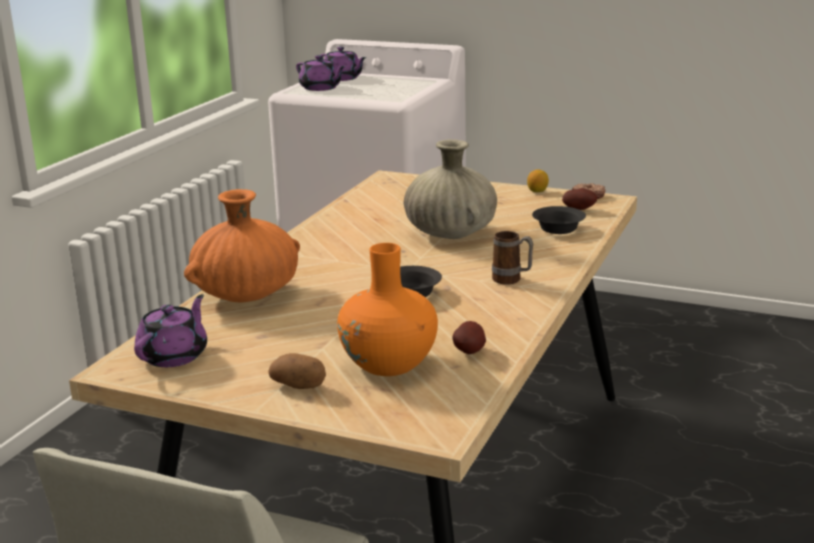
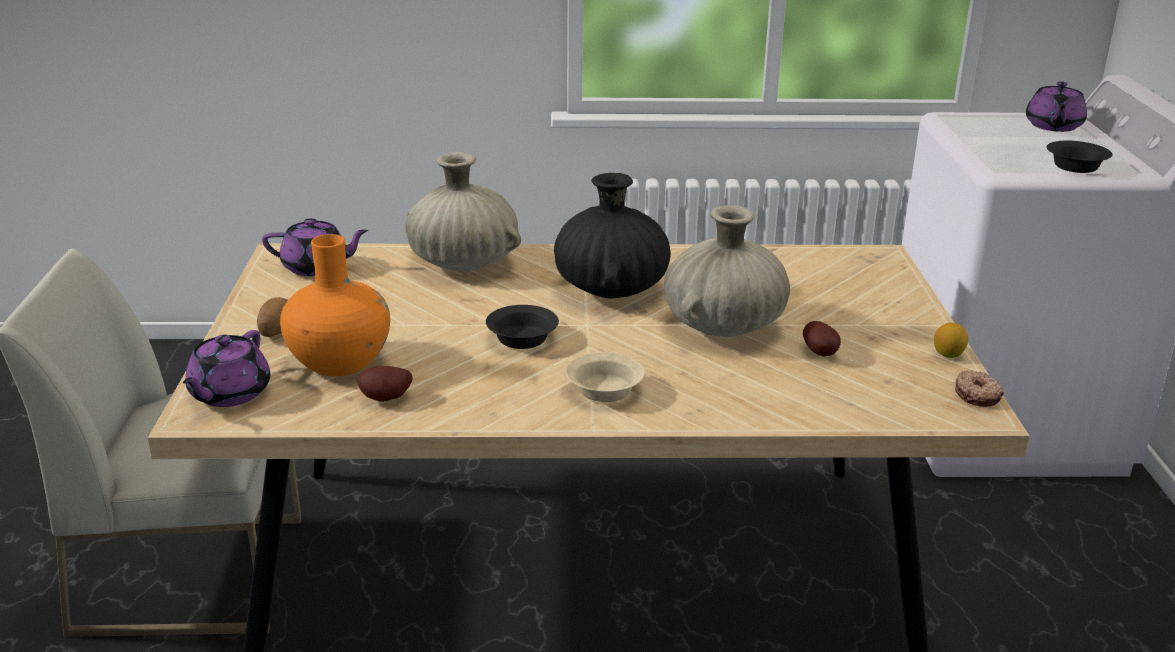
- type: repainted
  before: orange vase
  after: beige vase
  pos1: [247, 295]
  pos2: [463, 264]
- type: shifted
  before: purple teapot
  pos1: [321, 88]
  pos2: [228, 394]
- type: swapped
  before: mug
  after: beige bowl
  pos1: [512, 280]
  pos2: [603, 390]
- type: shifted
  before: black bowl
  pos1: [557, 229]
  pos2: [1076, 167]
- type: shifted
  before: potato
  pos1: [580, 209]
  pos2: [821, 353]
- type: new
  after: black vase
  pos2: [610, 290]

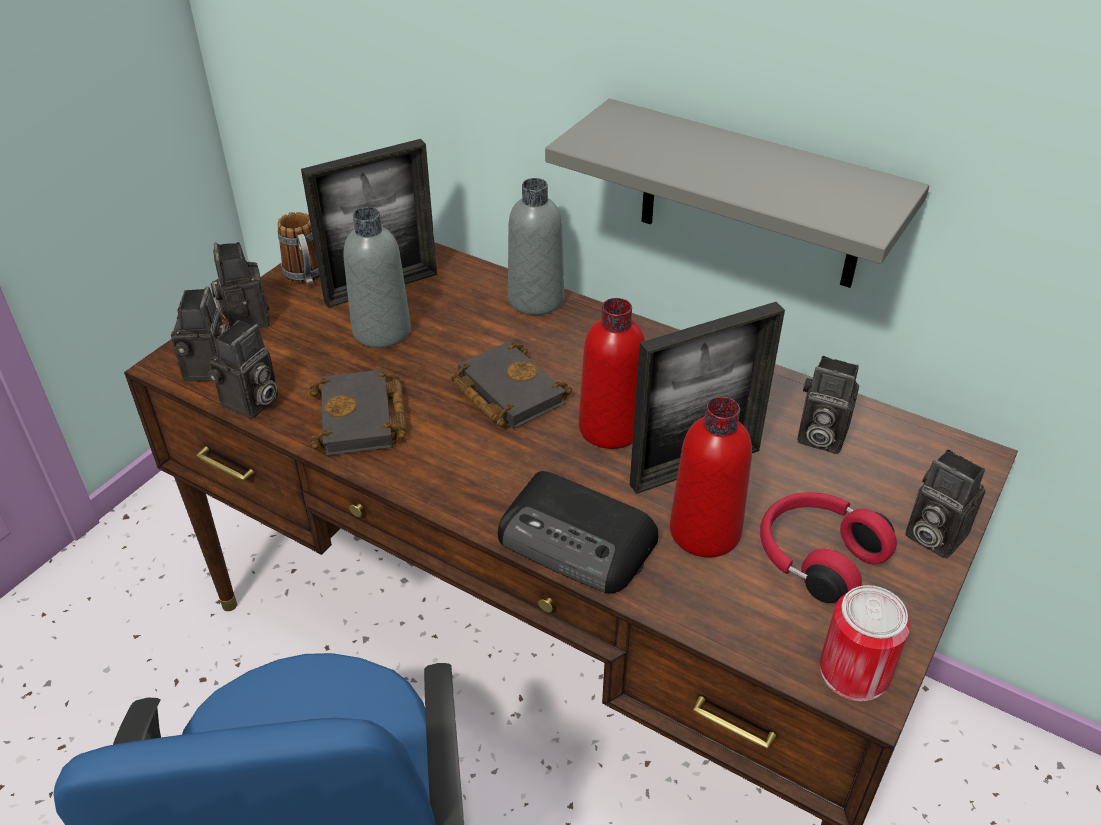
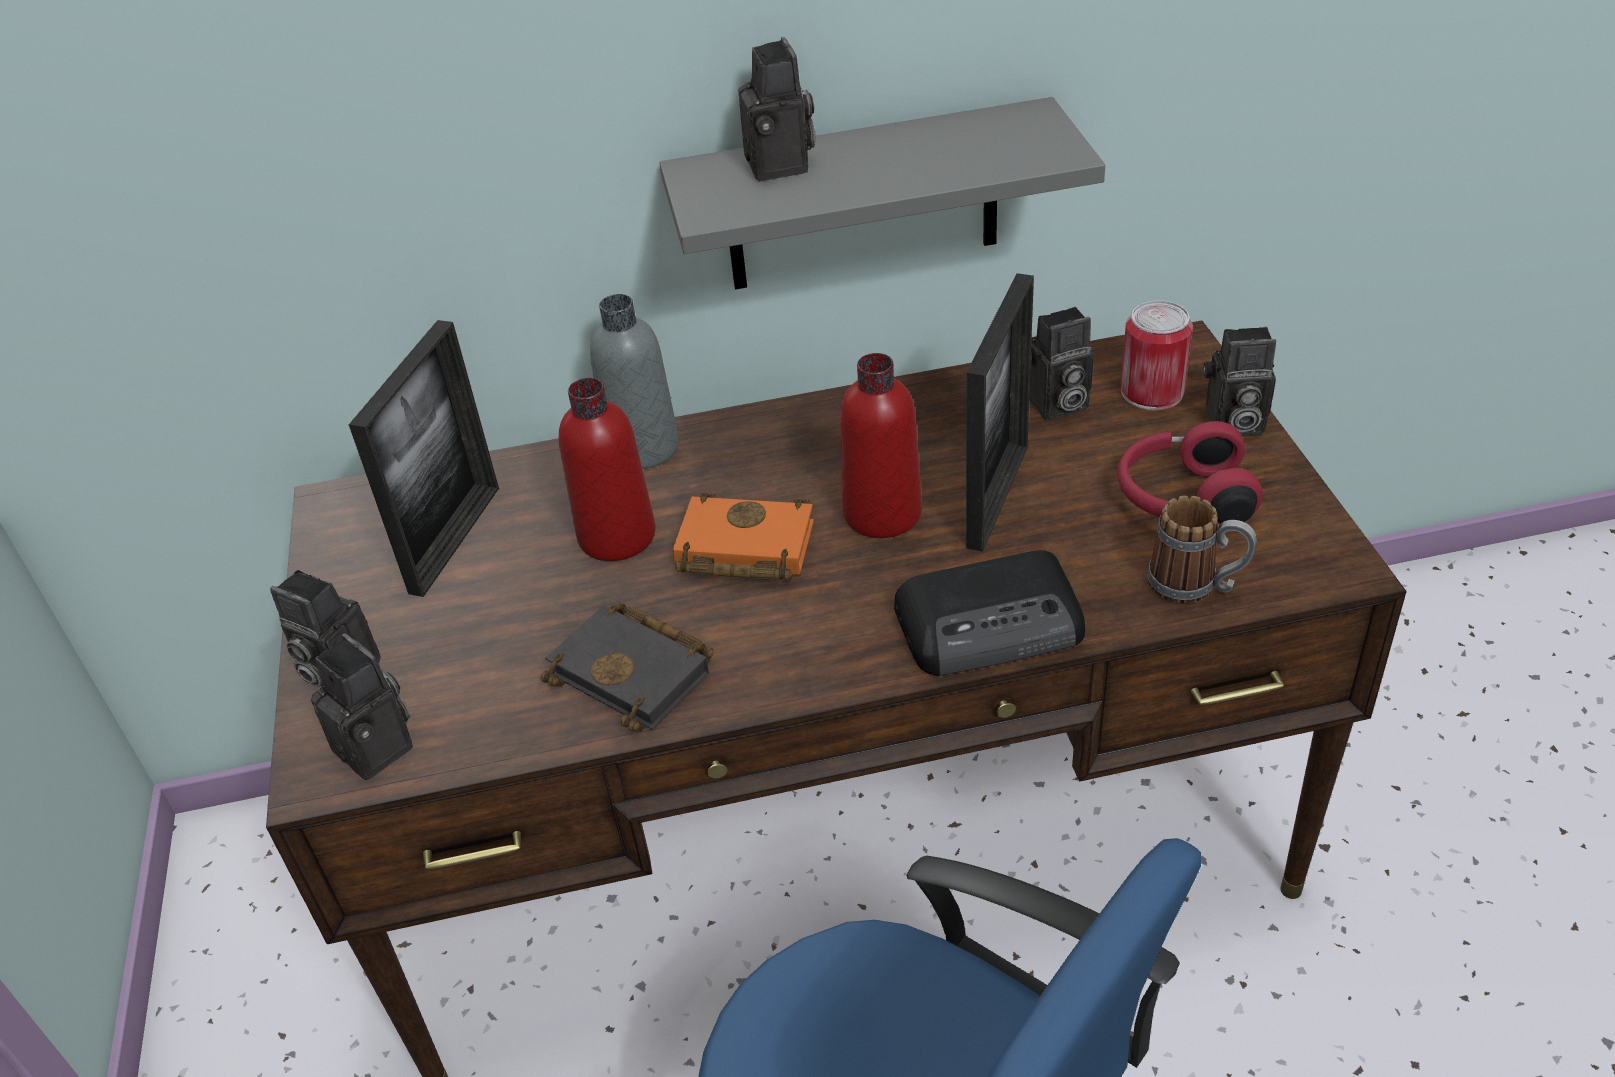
- type: shifted
  before: photo camera
  pos1: [251, 404]
  pos2: [782, 166]
- type: shifted
  before: mug
  pos1: [306, 277]
  pos2: [1196, 586]
- type: gone
  before: grey bottle
  pos1: [381, 331]
- type: repainted
  before: black book
  after: orange book
  pos1: [505, 392]
  pos2: [740, 549]
- type: shifted
  before: red bottle
  pos1: [705, 531]
  pos2: [617, 536]
- type: shifted
  before: can
  pos1: [854, 672]
  pos2: [1152, 392]

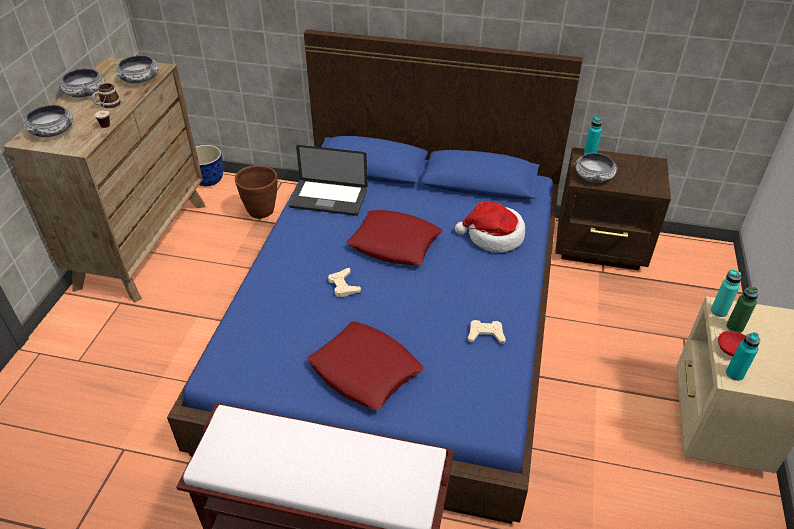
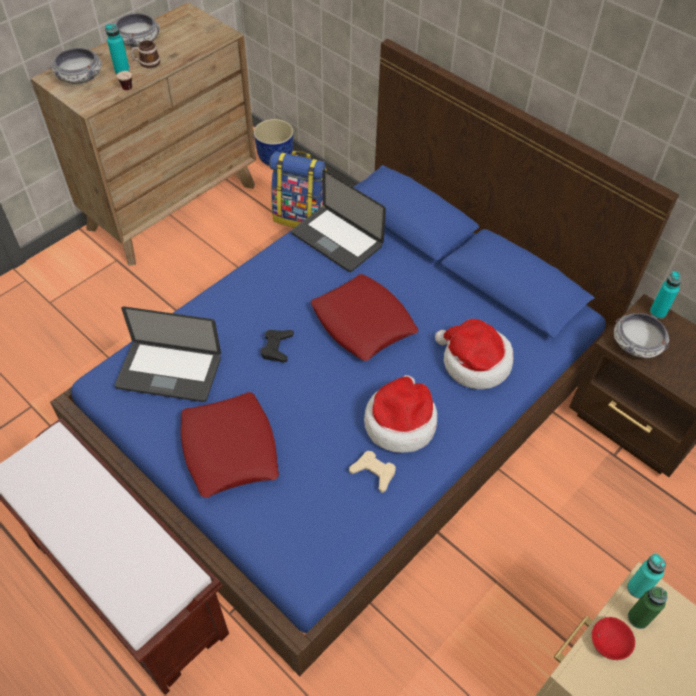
- type: gone
  before: bowl
  pos1: [140, 79]
- type: swapped
  before: brown planter
  after: backpack
  pos1: [261, 212]
  pos2: [301, 217]
- type: repainted
  before: beige game controller
  after: black game controller
  pos1: [343, 286]
  pos2: [277, 347]
- type: shifted
  before: turquoise bottle
  pos1: [734, 374]
  pos2: [122, 71]
- type: new
  after: laptop
  pos2: [169, 372]
- type: new
  after: hat
  pos2: [400, 422]

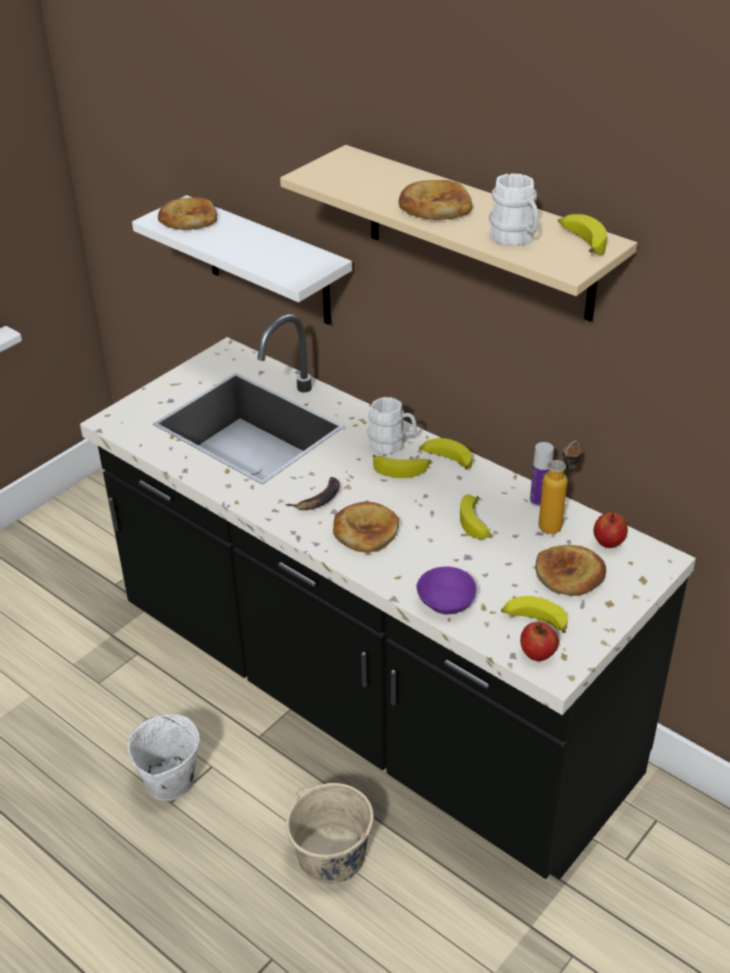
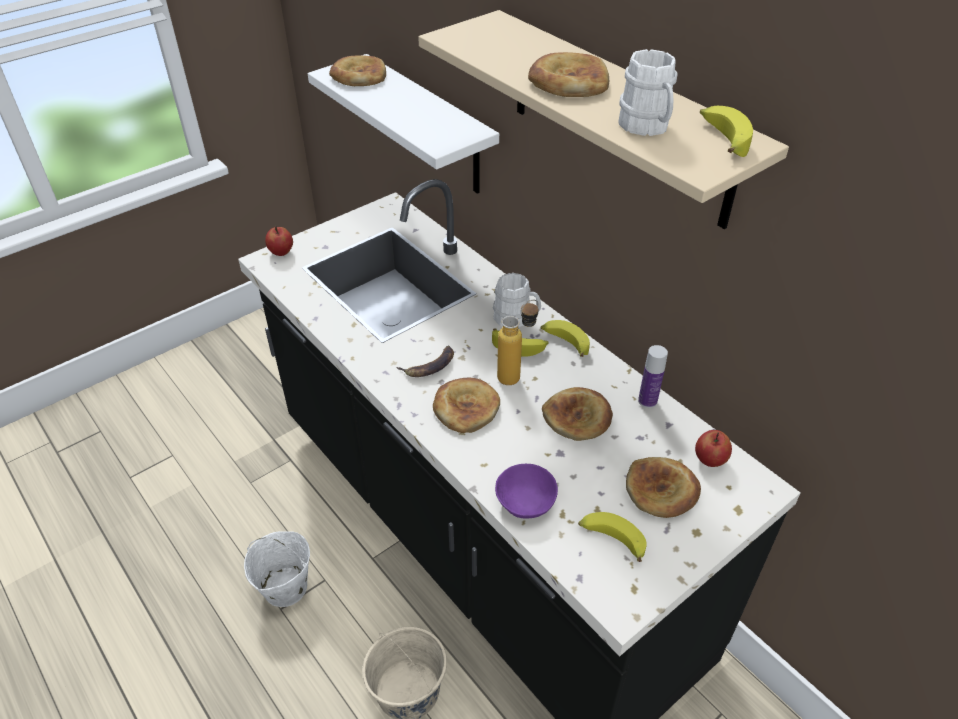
- type: swapped
  before: banana
  after: bread
  pos1: [476, 524]
  pos2: [577, 417]
- type: shifted
  before: apple
  pos1: [537, 654]
  pos2: [281, 252]
- type: shifted
  before: bottle
  pos1: [556, 522]
  pos2: [516, 374]

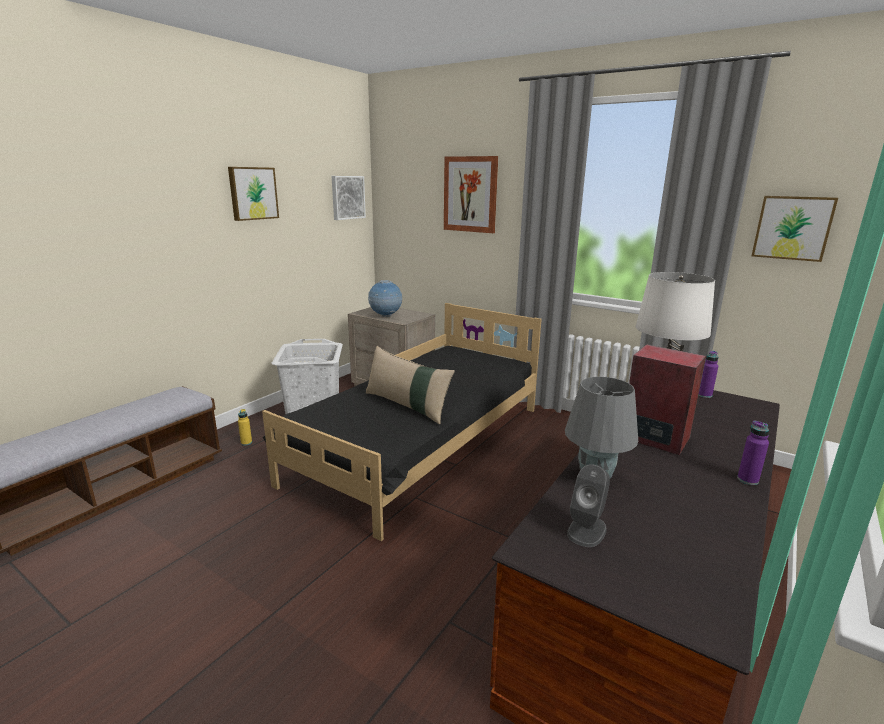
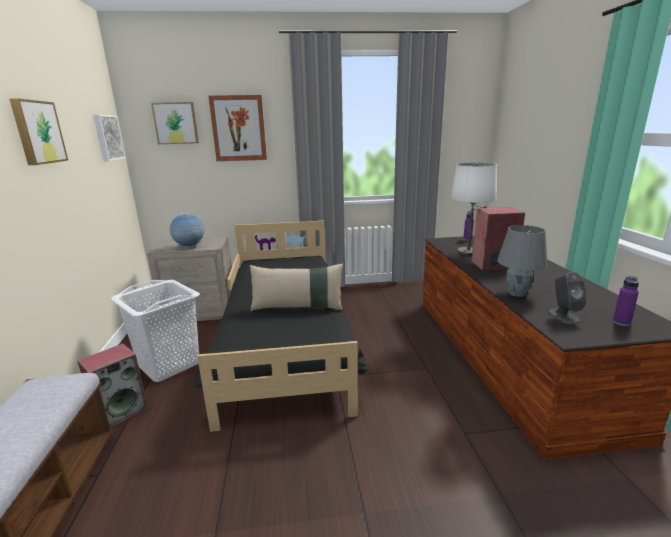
- type: swapped
  before: yellow bottle
  after: speaker
  pos1: [246, 443]
  pos2: [121, 412]
- type: shifted
  before: purple bottle
  pos1: [747, 480]
  pos2: [621, 322]
- type: shifted
  before: picture
  pos1: [792, 228]
  pos2: [176, 123]

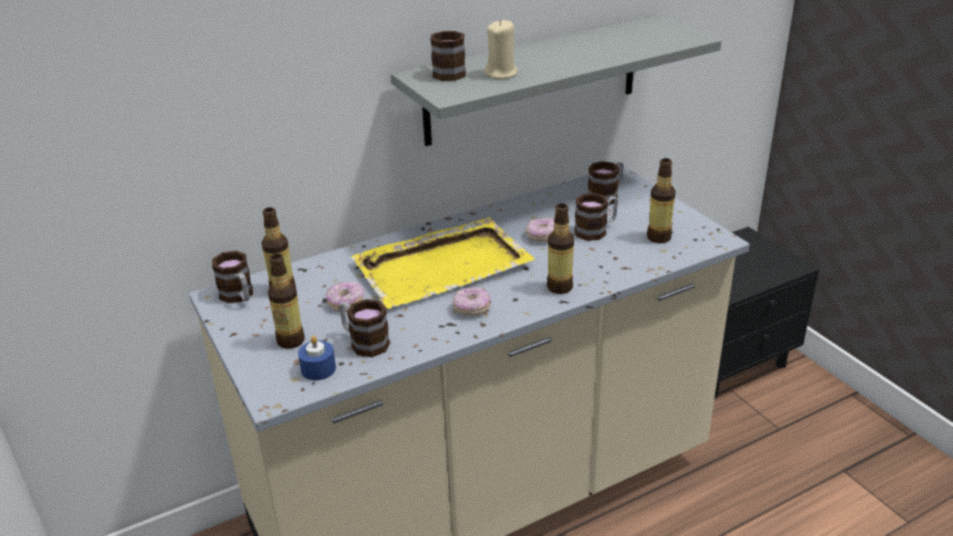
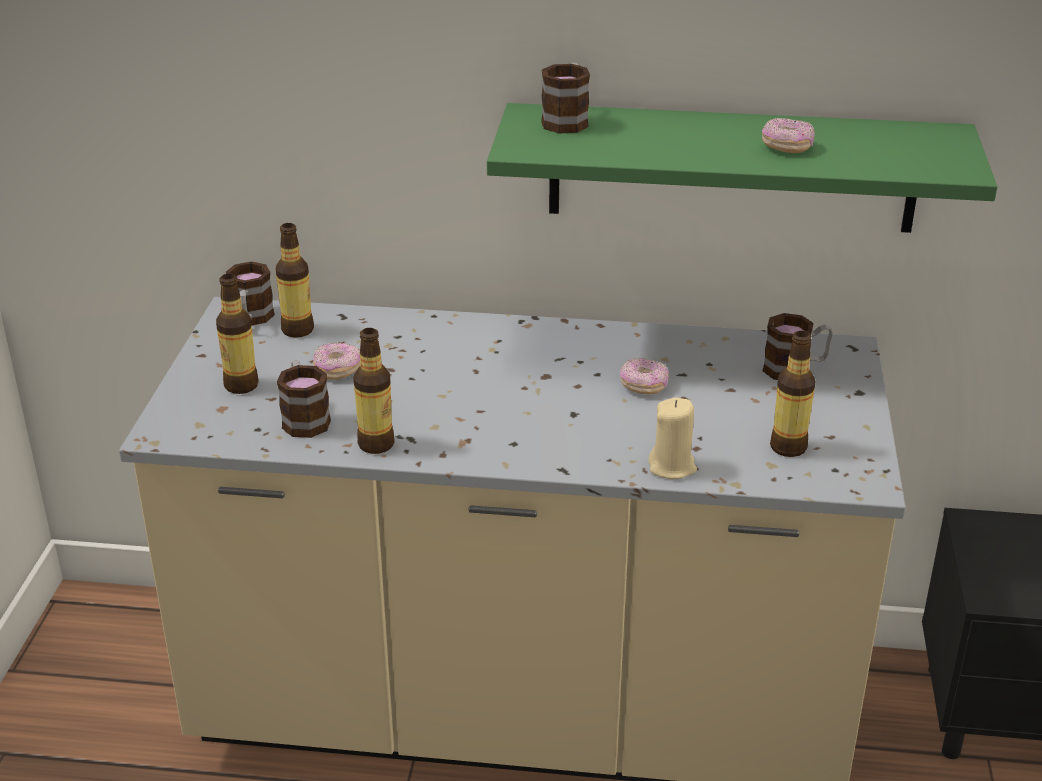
- type: gone
  before: blue candle
  pos1: [318, 369]
- type: gone
  before: yellow tray
  pos1: [444, 266]
- type: repainted
  before: grey shelf
  after: green shelf
  pos1: [533, 80]
  pos2: [732, 168]
- type: shifted
  before: donut
  pos1: [472, 309]
  pos2: [786, 147]
- type: shifted
  before: beige candle
  pos1: [501, 74]
  pos2: [672, 467]
- type: shifted
  before: bottle
  pos1: [559, 287]
  pos2: [376, 444]
- type: gone
  before: mug
  pos1: [596, 230]

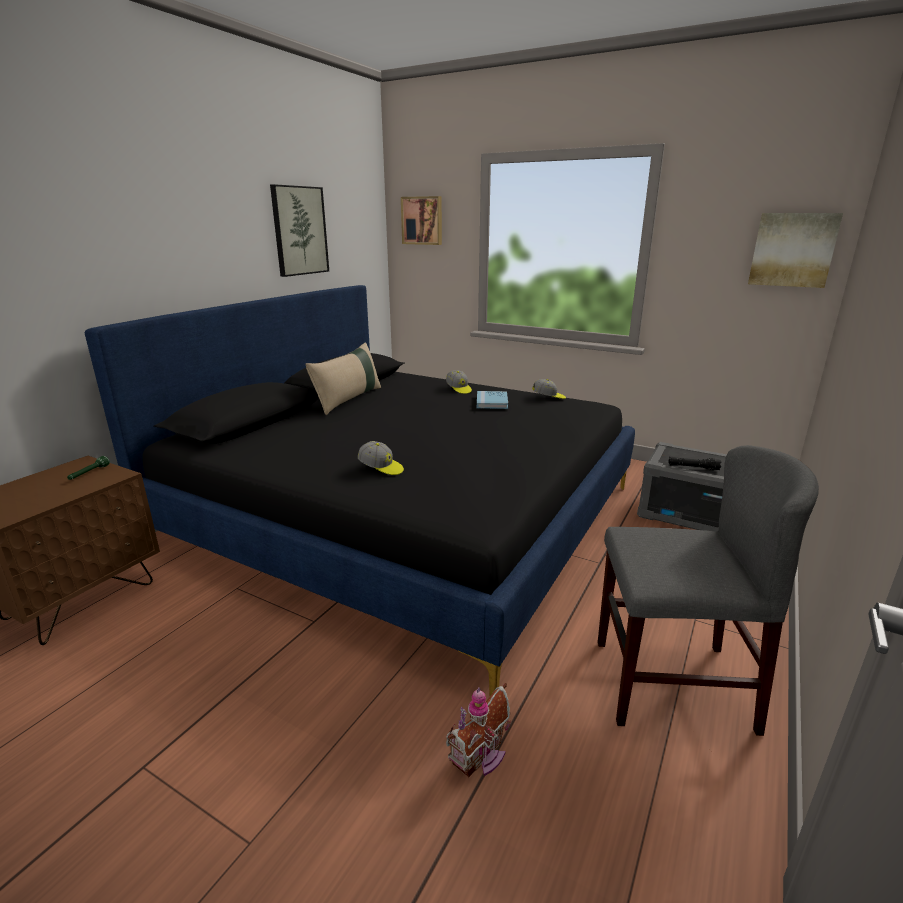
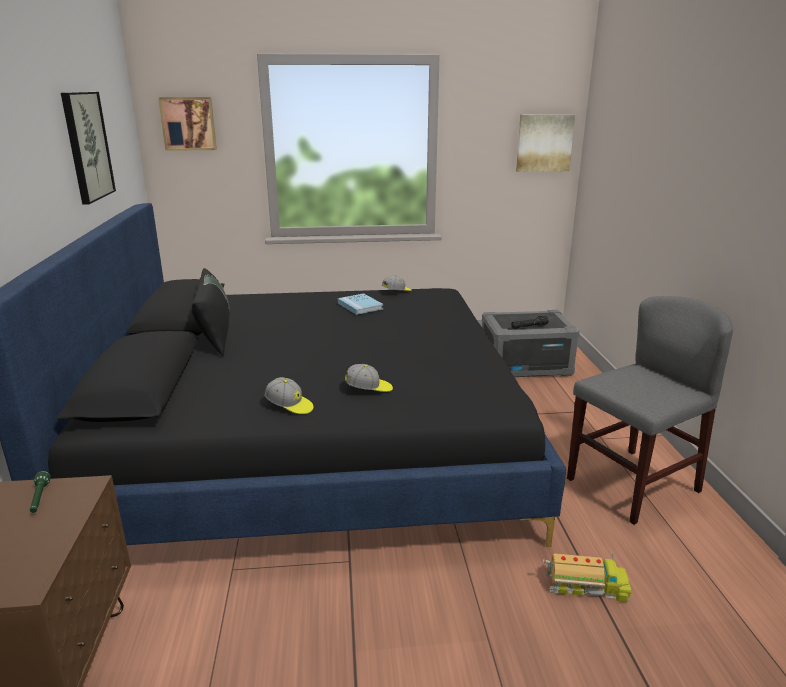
- type: repainted
  before: beige pillow
  after: black pillow
  pos1: [348, 399]
  pos2: [216, 334]
- type: shifted
  before: cap
  pos1: [459, 389]
  pos2: [290, 406]
- type: swapped
  before: toy house
  after: toy truck
  pos1: [481, 756]
  pos2: [586, 586]

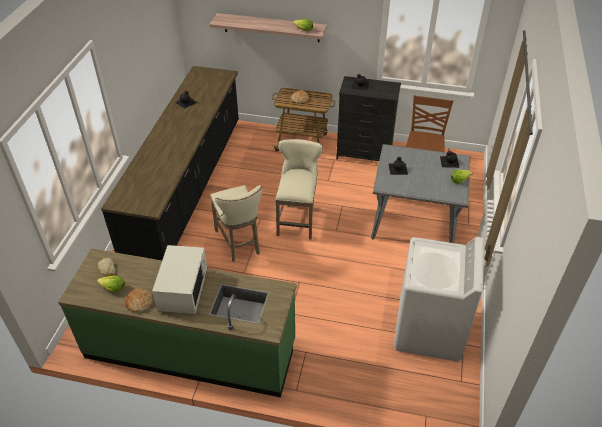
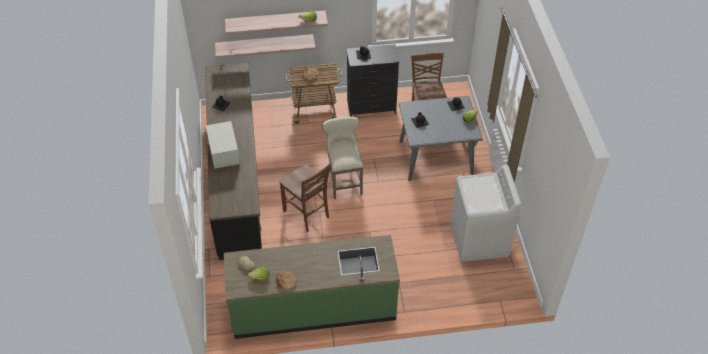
- type: shifted
  before: white microwave
  pos1: [183, 290]
  pos2: [223, 153]
- type: swapped
  before: beige stool
  after: brown chair
  pos1: [239, 244]
  pos2: [307, 214]
- type: new
  after: shelf
  pos2: [265, 44]

